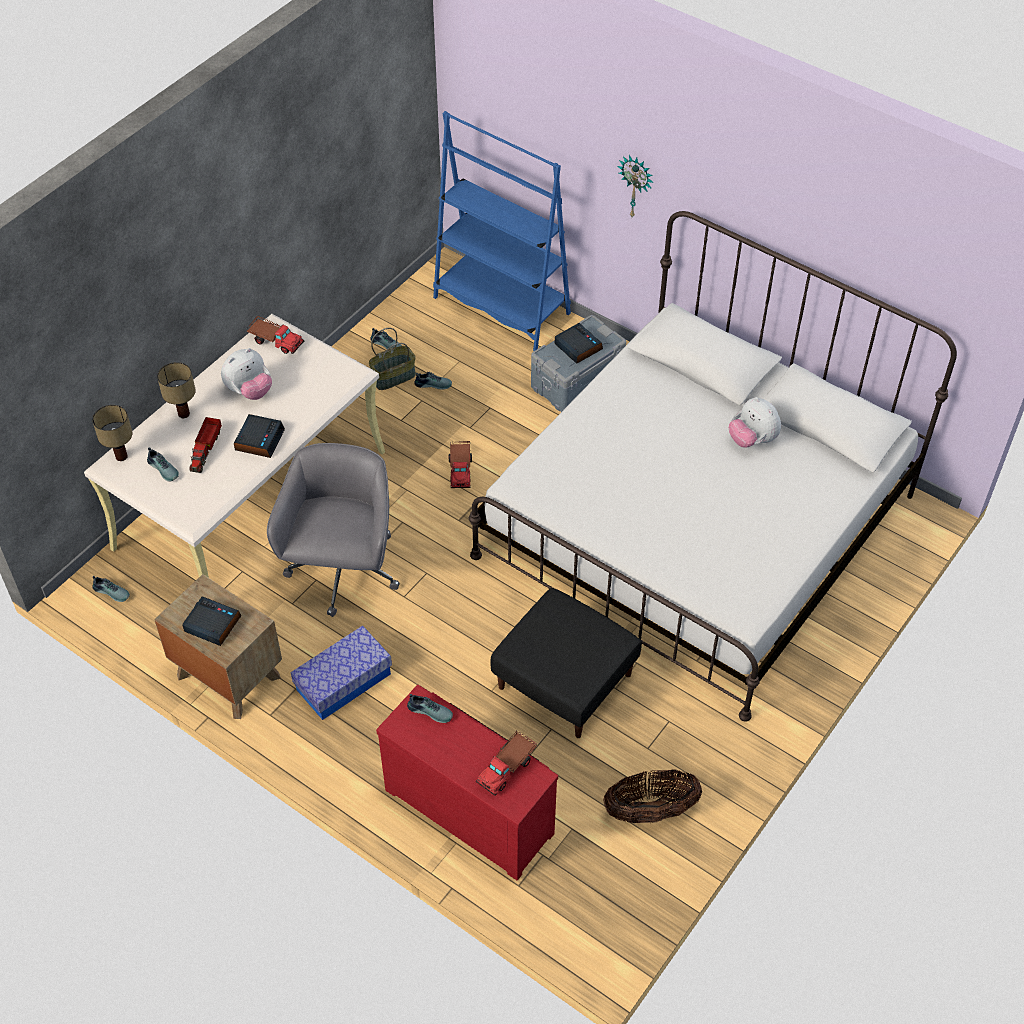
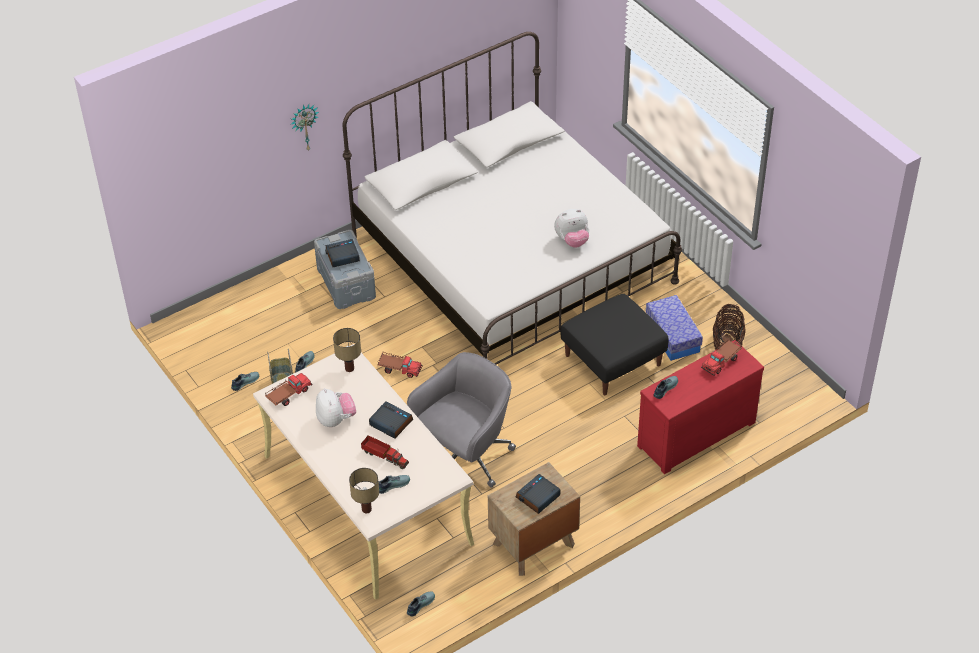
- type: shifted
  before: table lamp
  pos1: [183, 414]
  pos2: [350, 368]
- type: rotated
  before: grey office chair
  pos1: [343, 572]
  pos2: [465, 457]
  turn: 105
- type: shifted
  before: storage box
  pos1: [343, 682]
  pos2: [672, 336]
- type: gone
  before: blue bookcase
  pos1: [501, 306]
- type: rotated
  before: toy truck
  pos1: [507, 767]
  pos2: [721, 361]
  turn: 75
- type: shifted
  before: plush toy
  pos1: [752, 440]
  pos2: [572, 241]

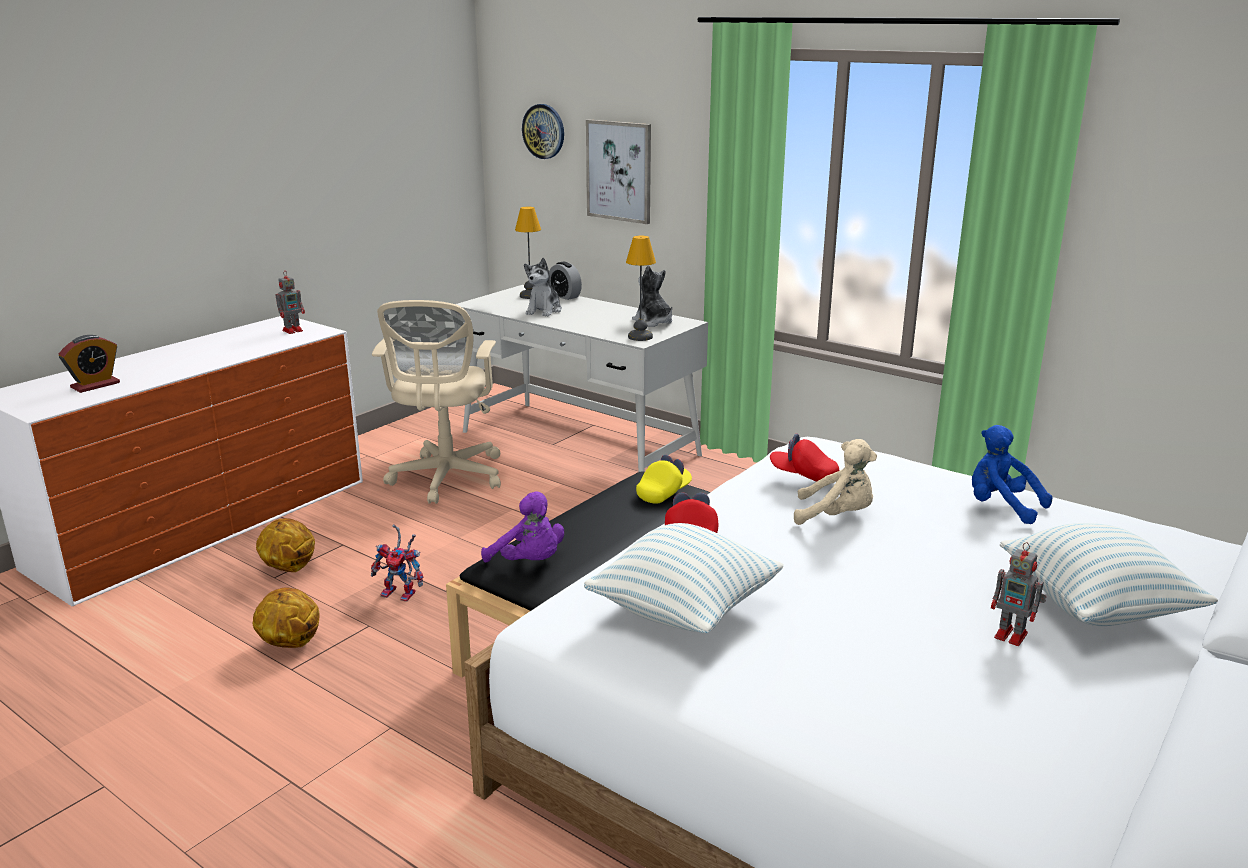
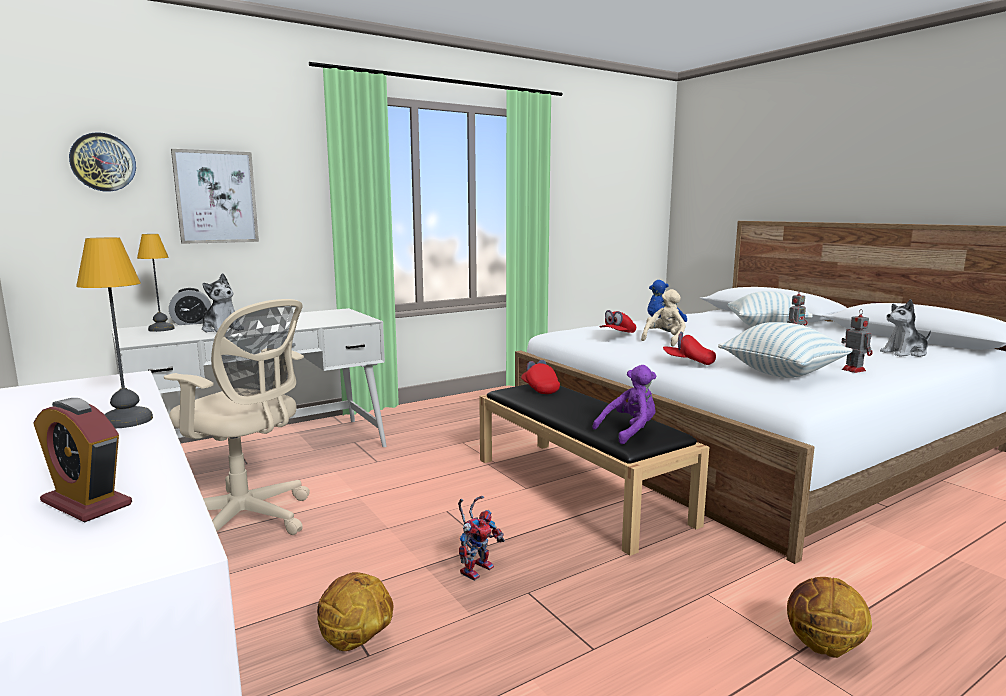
- type: rotated
  before: alarm clock
  pos1: [95, 385]
  pos2: [86, 503]
  turn: 150
- type: shifted
  before: basketball
  pos1: [289, 644]
  pos2: [823, 647]
- type: shifted
  before: toy robot
  pos1: [293, 330]
  pos2: [852, 370]
- type: shifted
  before: table lamp
  pos1: [641, 337]
  pos2: [128, 420]
- type: shifted
  before: plush toy
  pos1: [653, 322]
  pos2: [905, 353]
- type: repainted
  before: yellow cap
  after: red cap
  pos1: [664, 493]
  pos2: [540, 389]

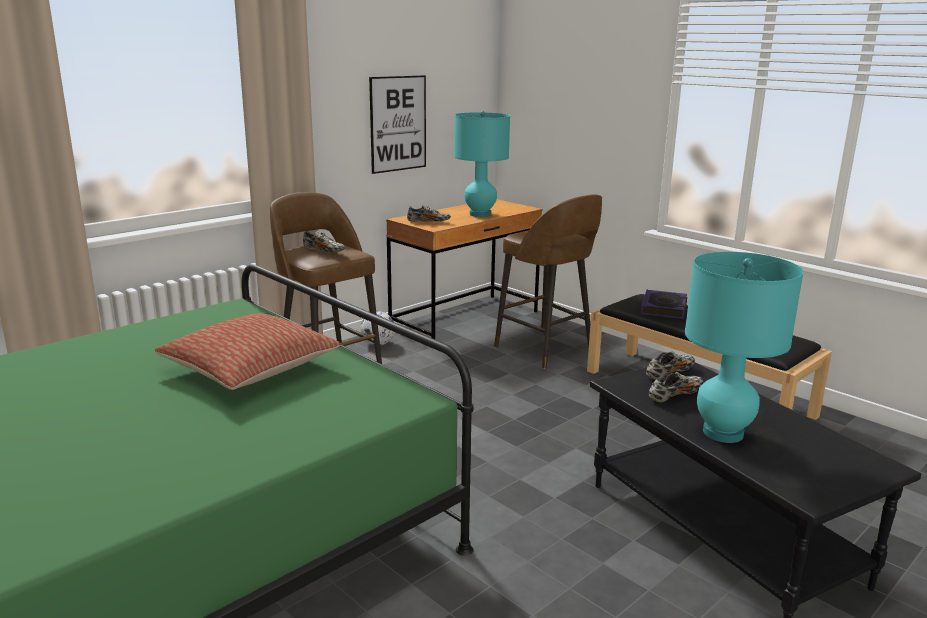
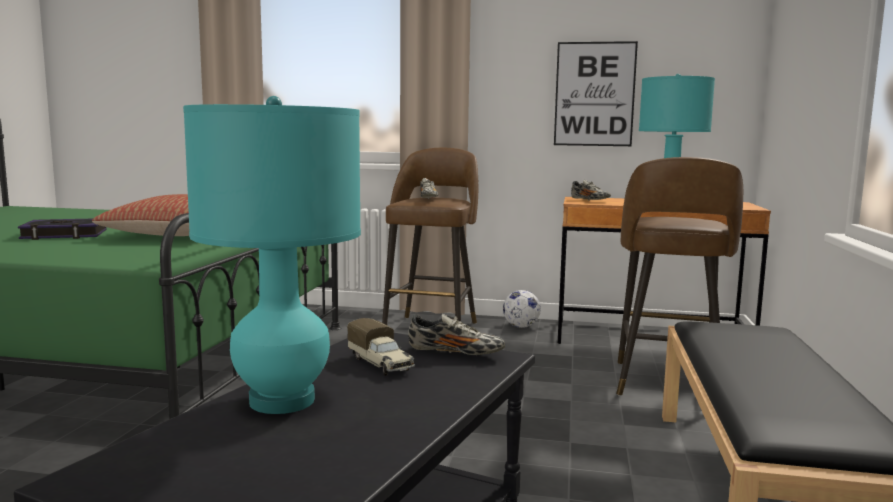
- type: shifted
  before: book
  pos1: [664, 309]
  pos2: [64, 235]
- type: swapped
  before: shoe
  after: toy truck
  pos1: [675, 395]
  pos2: [381, 364]

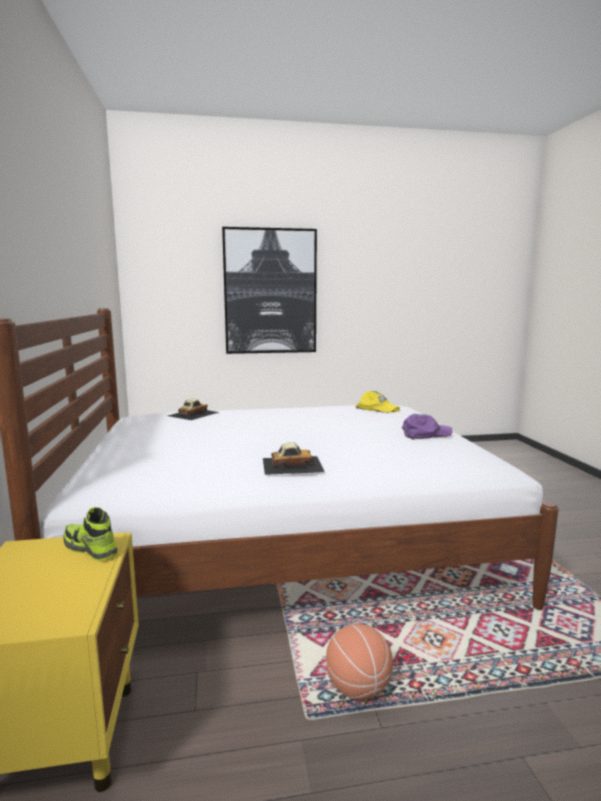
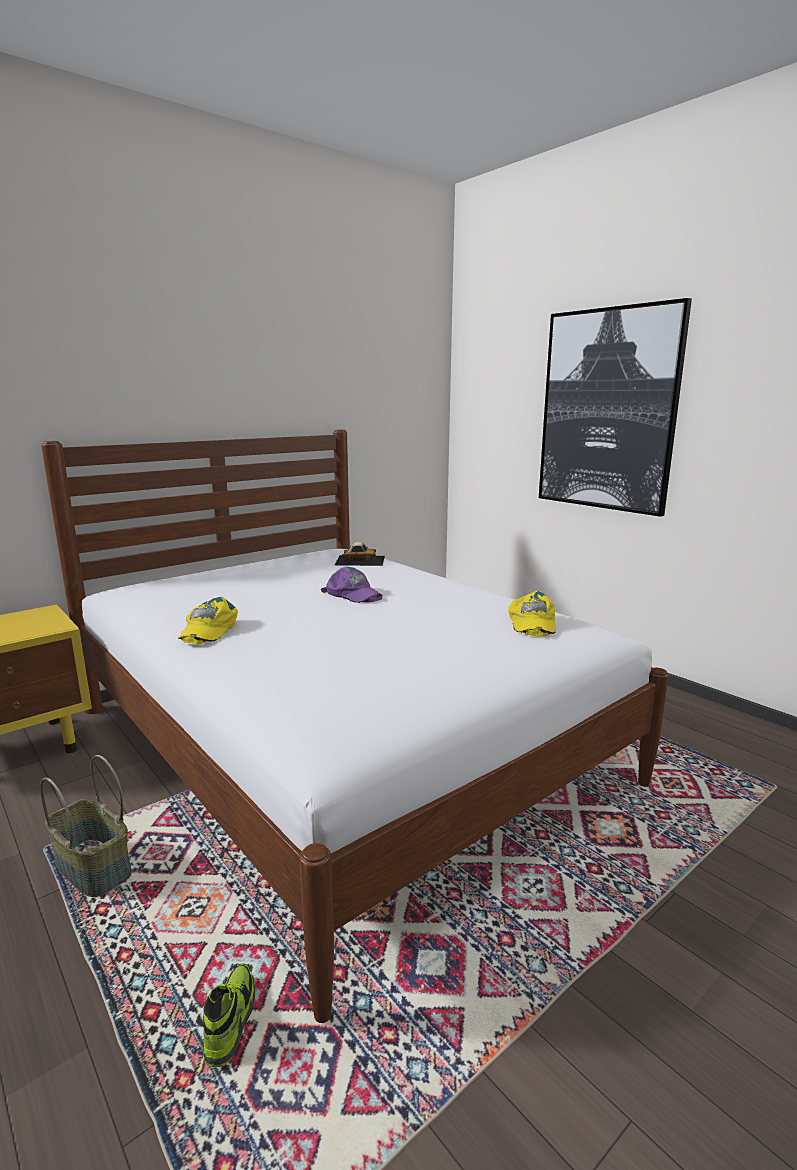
- type: shifted
  before: shoe
  pos1: [90, 549]
  pos2: [230, 1021]
- type: swapped
  before: toy car
  after: yellow cap
  pos1: [292, 464]
  pos2: [208, 629]
- type: swapped
  before: basketball
  after: basket
  pos1: [358, 688]
  pos2: [91, 868]
- type: shifted
  before: purple cap
  pos1: [426, 434]
  pos2: [353, 594]

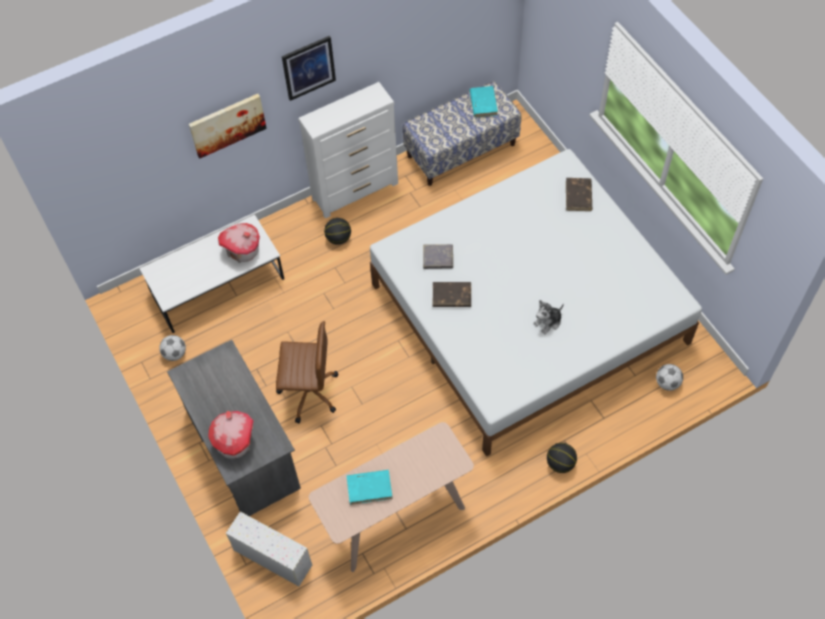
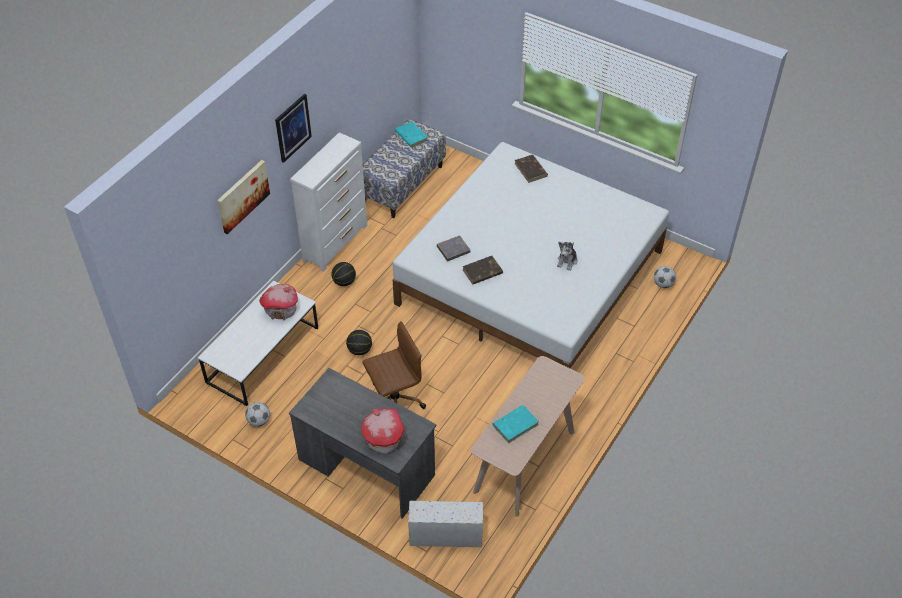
- type: shifted
  before: basketball
  pos1: [560, 463]
  pos2: [360, 350]

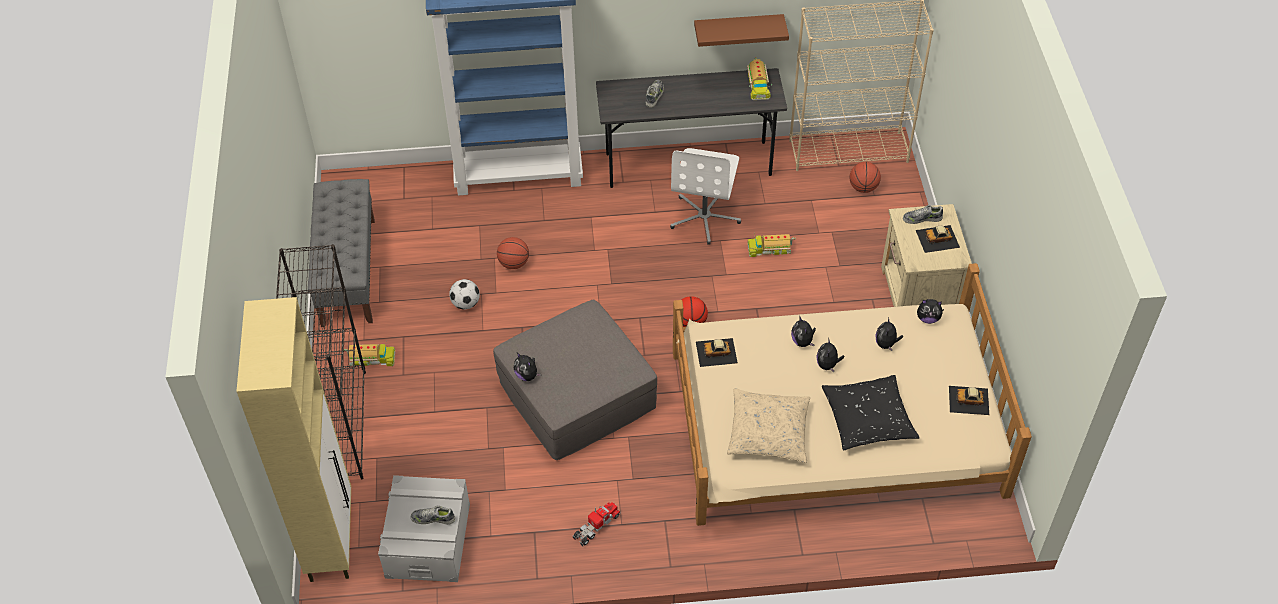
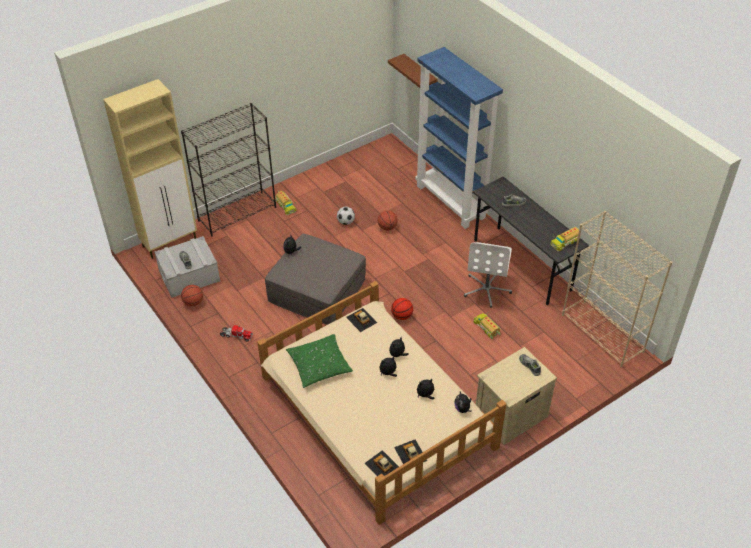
- type: gone
  before: grey bench
  pos1: [348, 271]
- type: rotated
  before: white office chair
  pos1: [705, 217]
  pos2: [487, 289]
  turn: -60
- type: shifted
  before: brown shelf
  pos1: [738, 29]
  pos2: [420, 74]
- type: repainted
  before: beige pillow
  after: green pillow
  pos1: [768, 432]
  pos2: [319, 365]
- type: gone
  before: black pillow
  pos1: [868, 419]
- type: shifted
  before: basketball
  pos1: [863, 188]
  pos2: [193, 302]
- type: shifted
  before: toy car
  pos1: [938, 239]
  pos2: [382, 466]

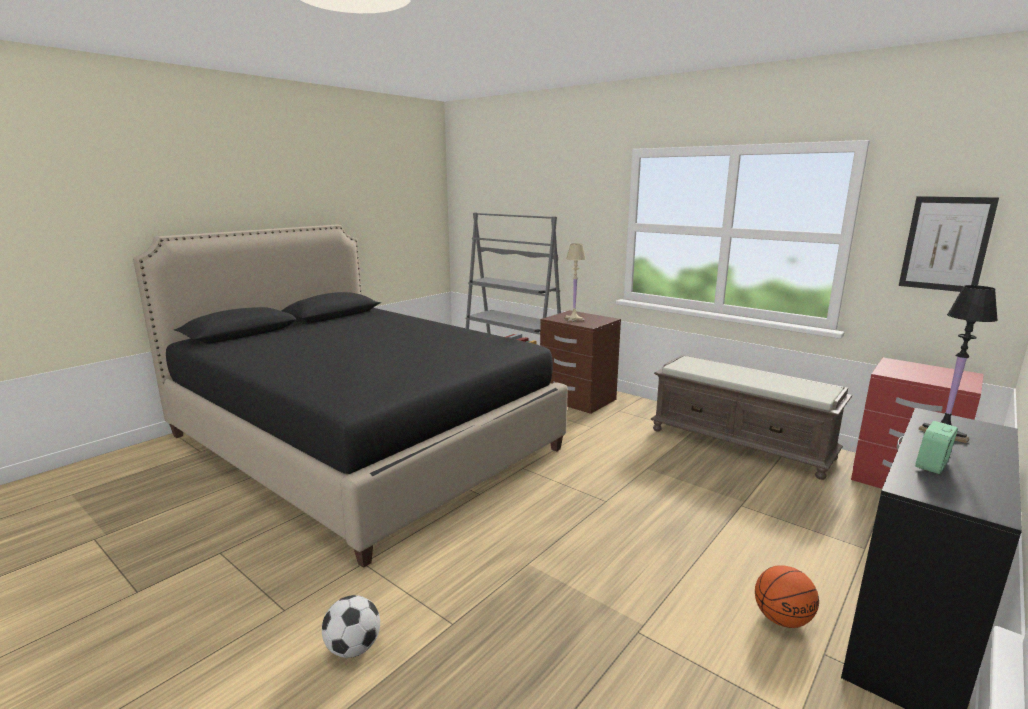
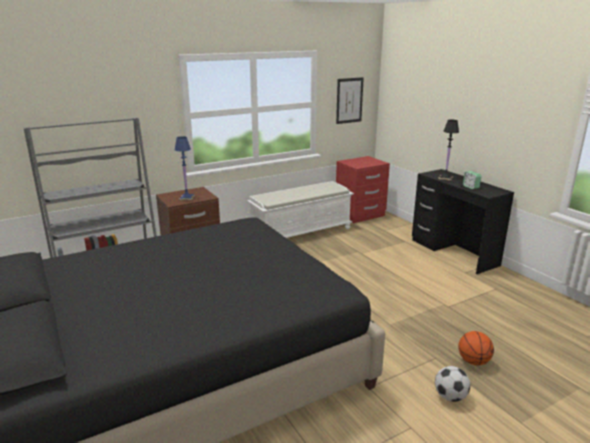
- type: repainted
  before: beige table lamp
  after: blue table lamp
  pos1: [574, 319]
  pos2: [187, 198]
- type: repainted
  before: brown bench
  after: white bench
  pos1: [741, 443]
  pos2: [301, 232]
- type: shifted
  before: basketball
  pos1: [782, 619]
  pos2: [473, 361]

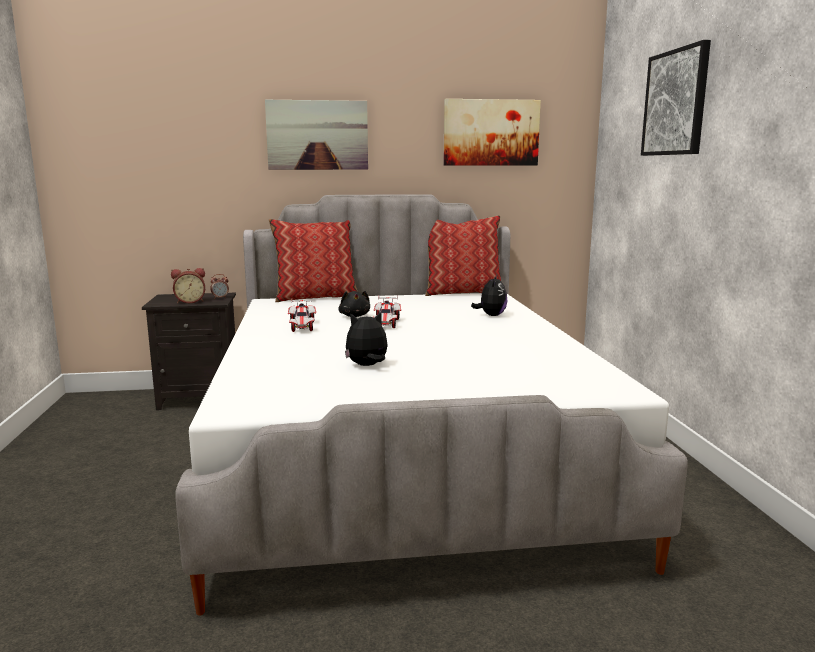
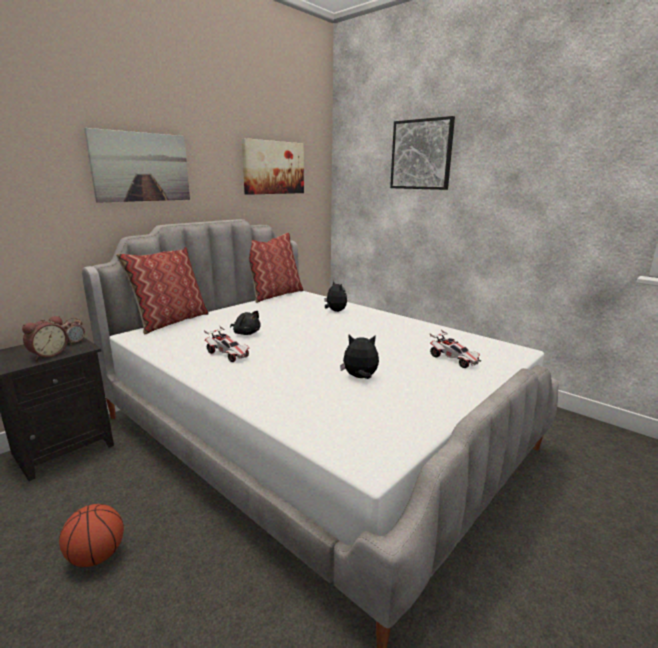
- type: rotated
  before: plush toy
  pos1: [367, 366]
  pos2: [360, 378]
  turn: 60
- type: shifted
  before: toy car
  pos1: [386, 323]
  pos2: [453, 360]
- type: new
  after: basketball
  pos2: [96, 556]

